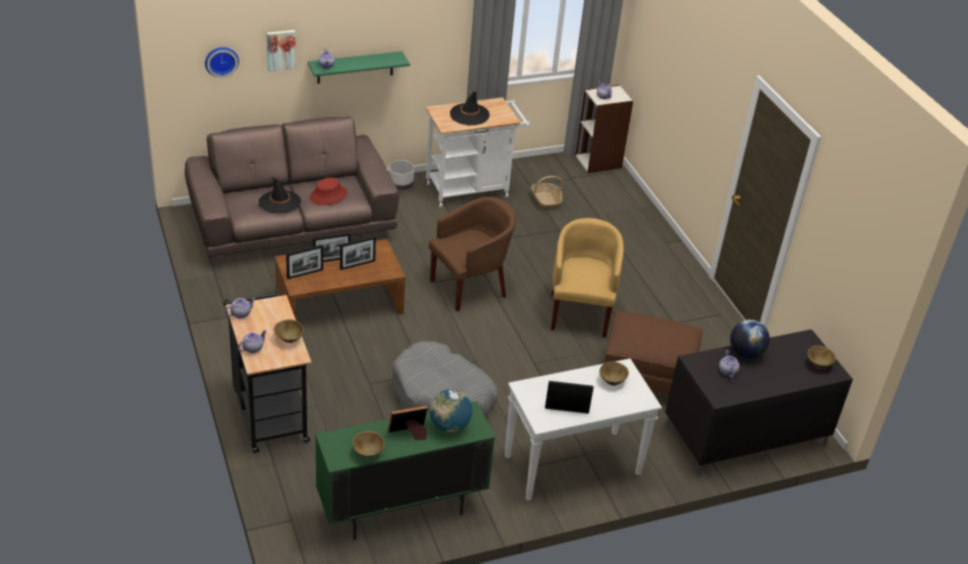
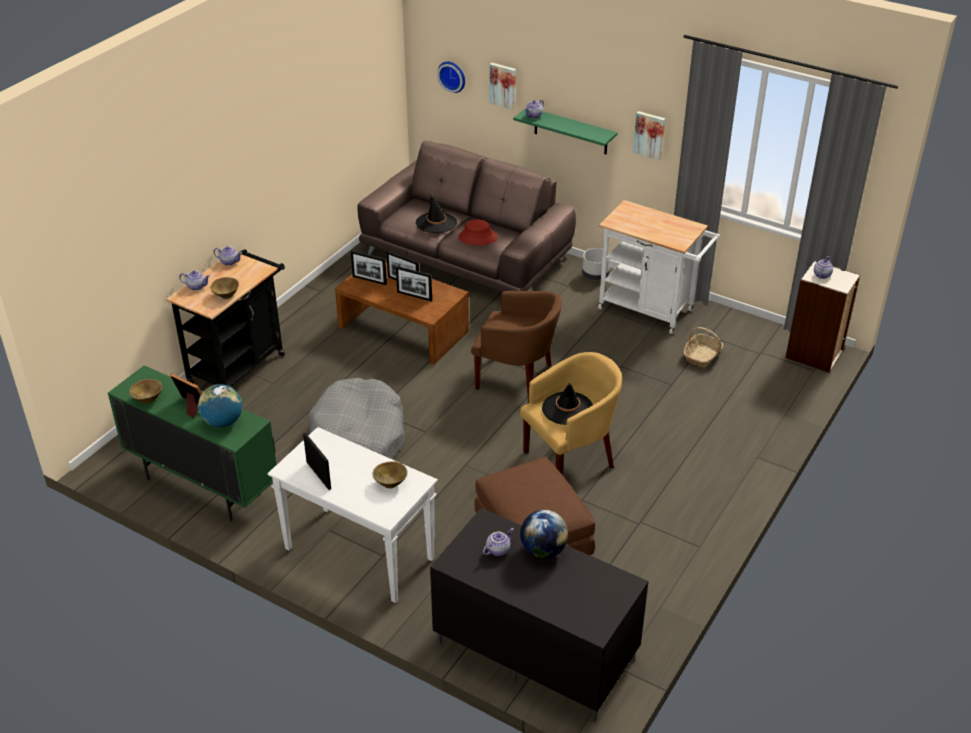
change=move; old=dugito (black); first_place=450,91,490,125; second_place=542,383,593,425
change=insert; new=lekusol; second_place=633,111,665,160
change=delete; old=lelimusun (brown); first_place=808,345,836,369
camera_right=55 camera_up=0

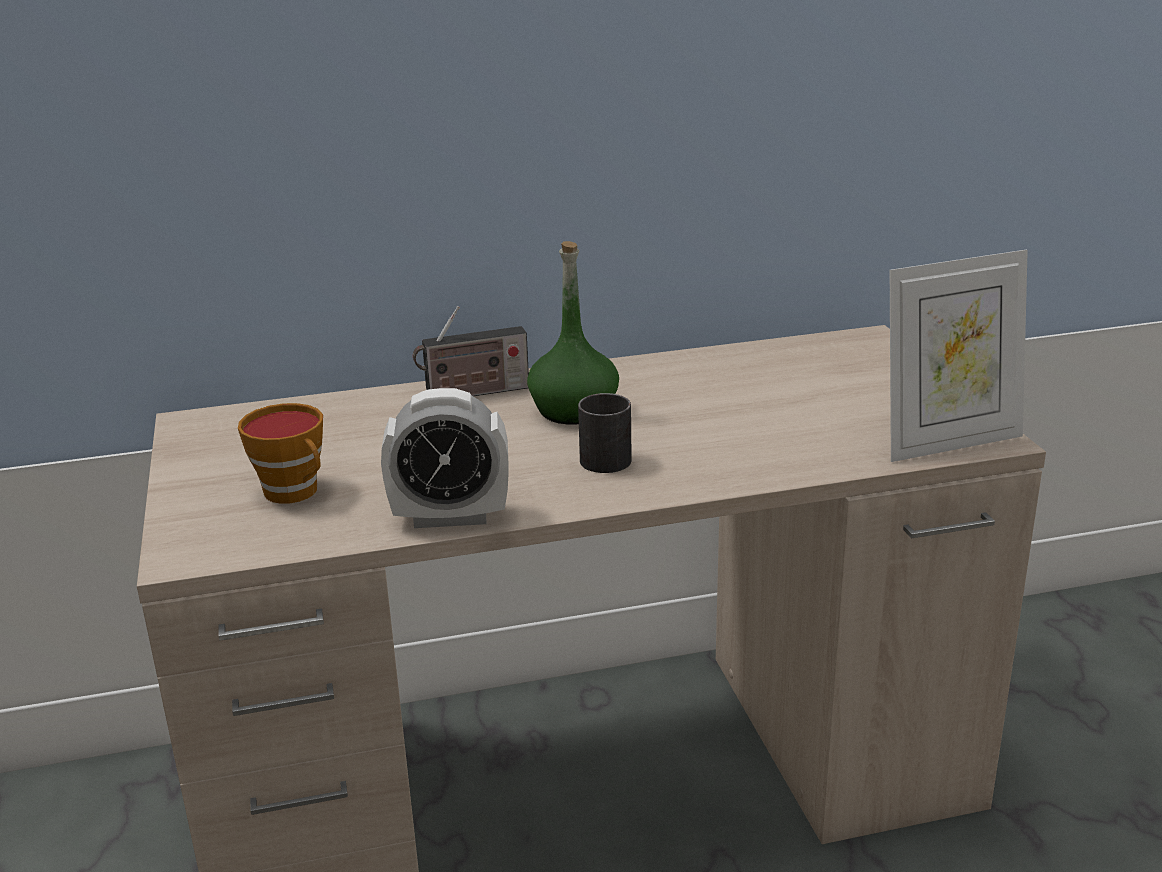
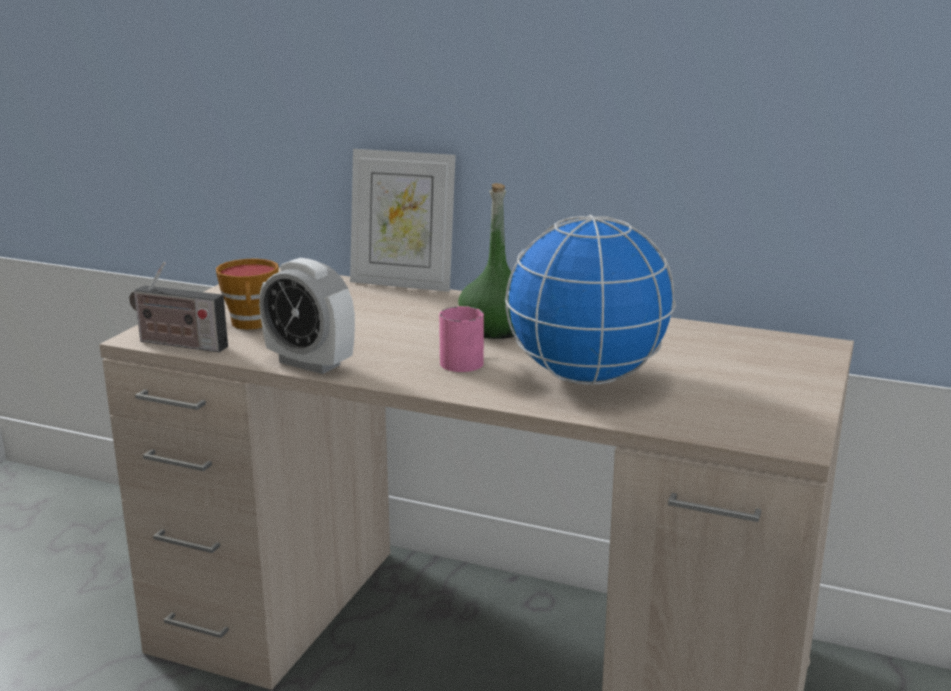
change=move; old=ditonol; first_place=413,306,529,396; second_place=129,262,228,352
change=move; old=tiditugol; first_place=890,250,1028,462; second_place=350,149,456,292
change=recolor; old=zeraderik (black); new=zeraderik (pink); first_place=578,393,632,473; second_place=439,306,484,372
change=insert; new=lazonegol; second_place=505,215,676,385
camera_right=35 camera_up=-5

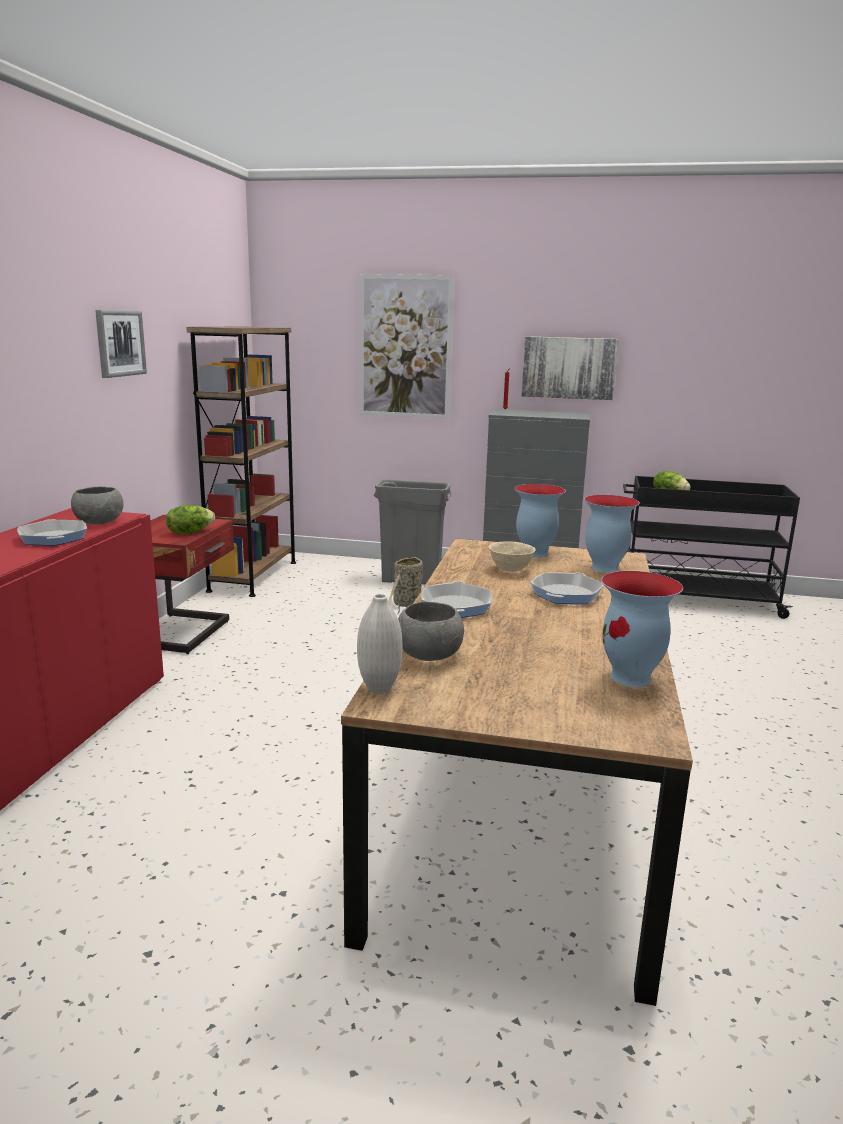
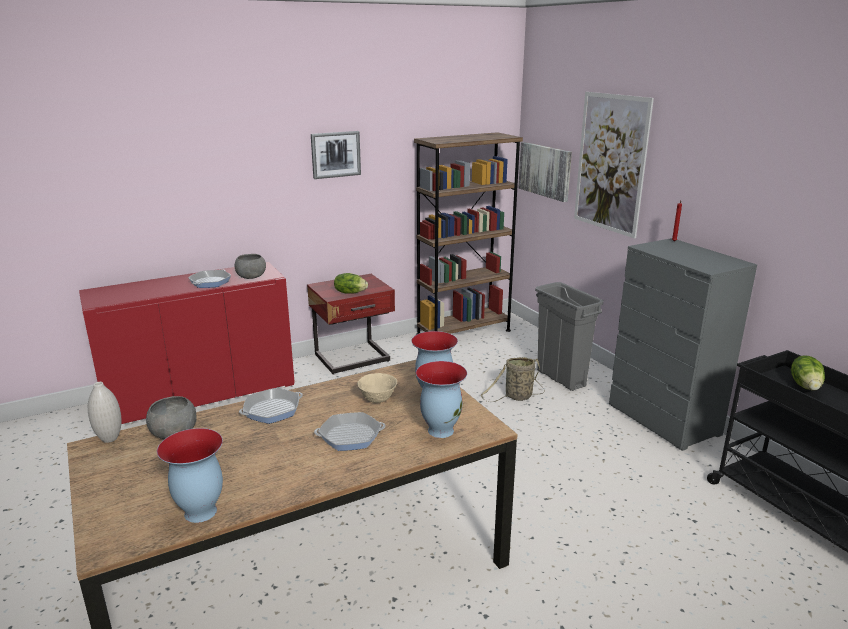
change=move; old=lekusol; first_place=521,336,619,400; second_place=518,142,572,202
camera_right=50 camera_up=5

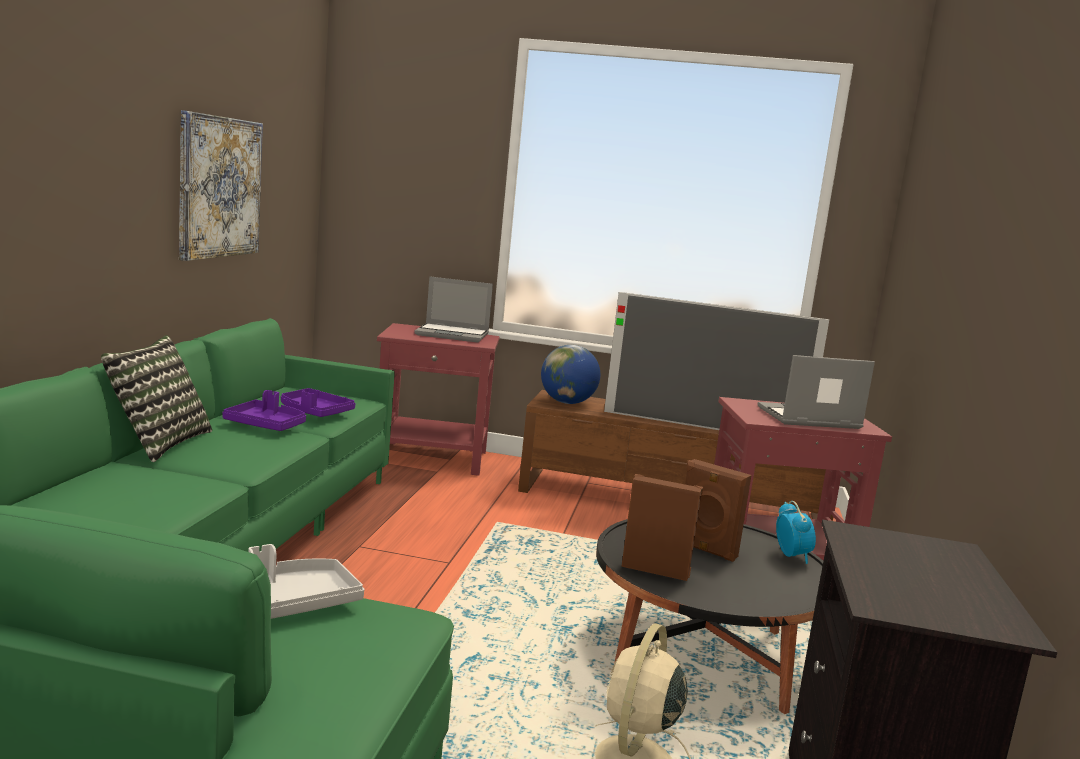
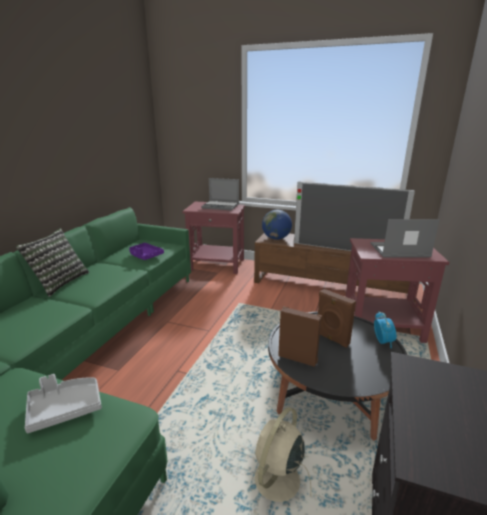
change=delete; old=lekusol; first_place=179,110,263,261
change=delete; old=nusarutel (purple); first_place=222,390,306,431
camera_right=10 camera_up=10

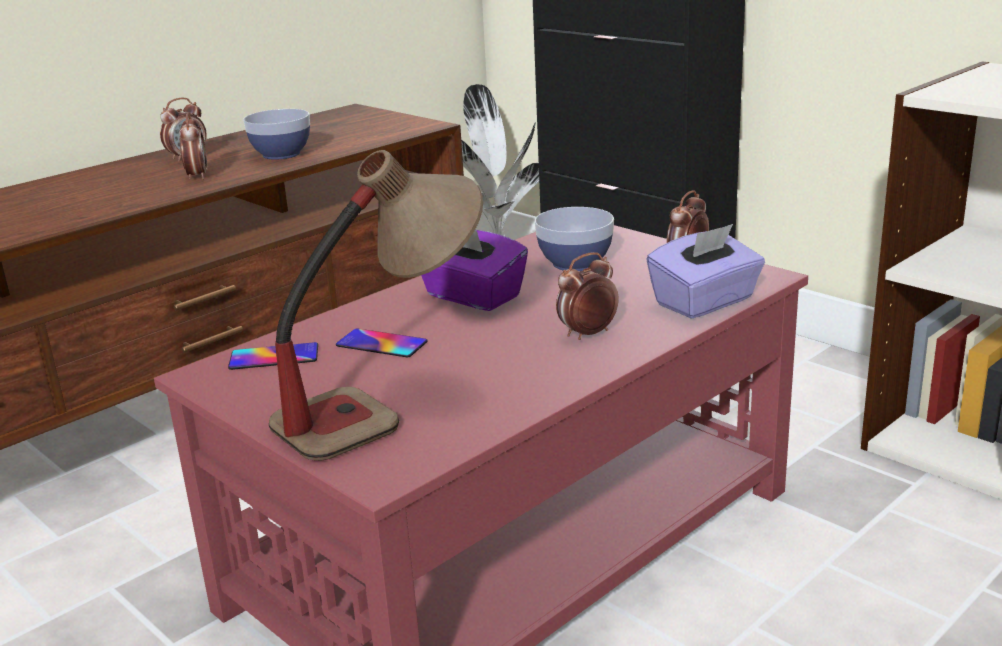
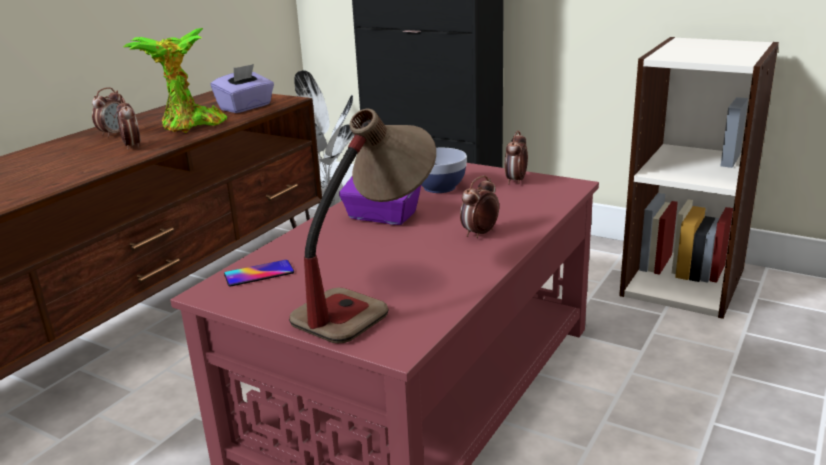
change=replace; old=lelimusun; new=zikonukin; first_place=243,109,310,160; second_place=123,28,227,133
change=move; old=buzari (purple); first_place=646,224,765,319; second_place=210,64,274,113
change=delete; old=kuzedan; first_place=336,328,428,358
camera_right=-15 camera_up=0

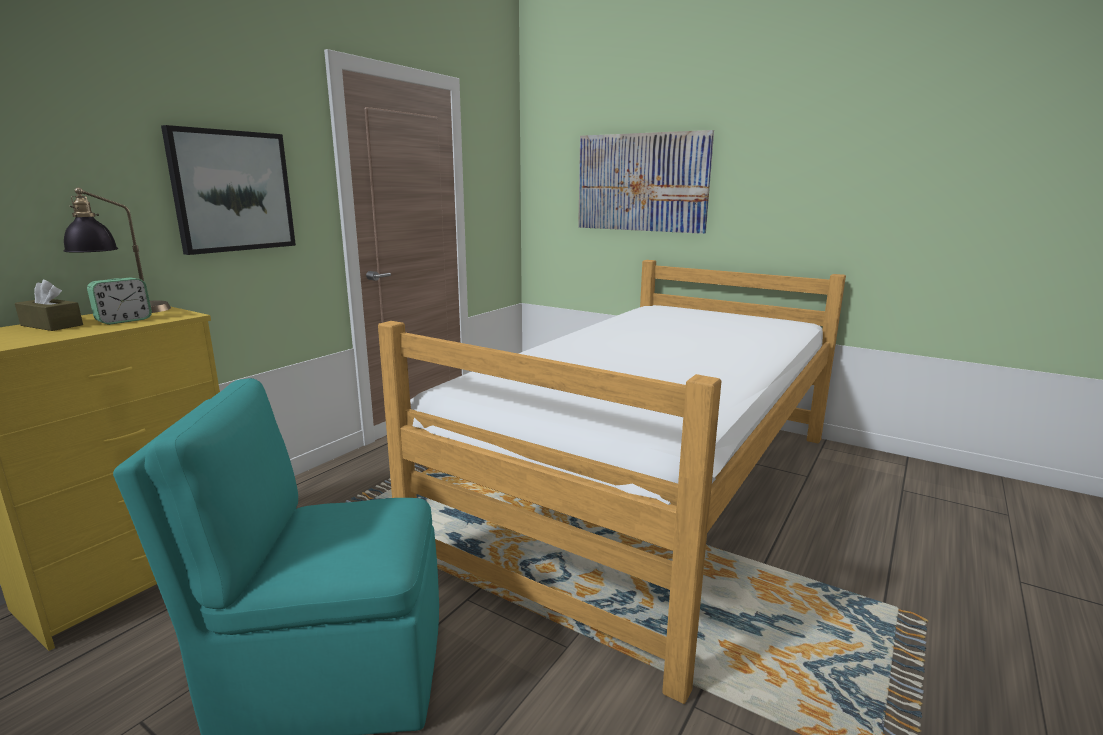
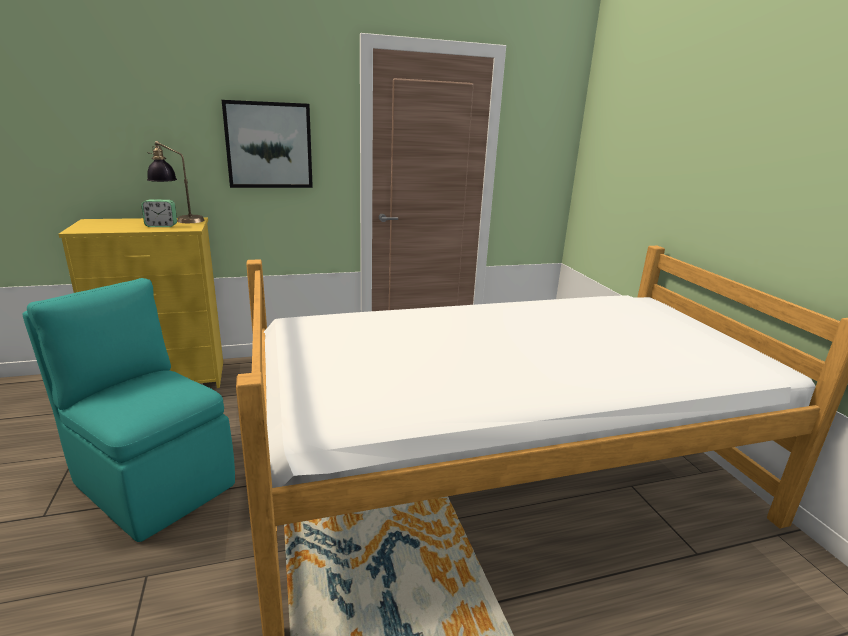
change=delete; old=buzari (brown); first_place=15,280,83,331
change=delete; old=lekusol; first_place=578,130,714,234
camera_right=40 camera_up=5

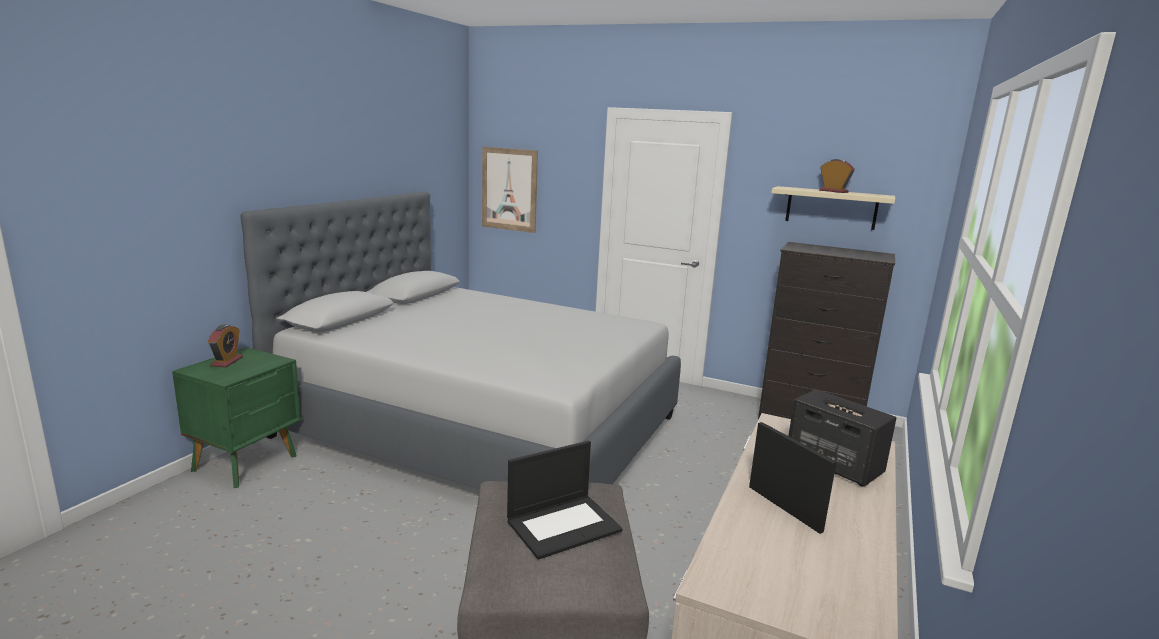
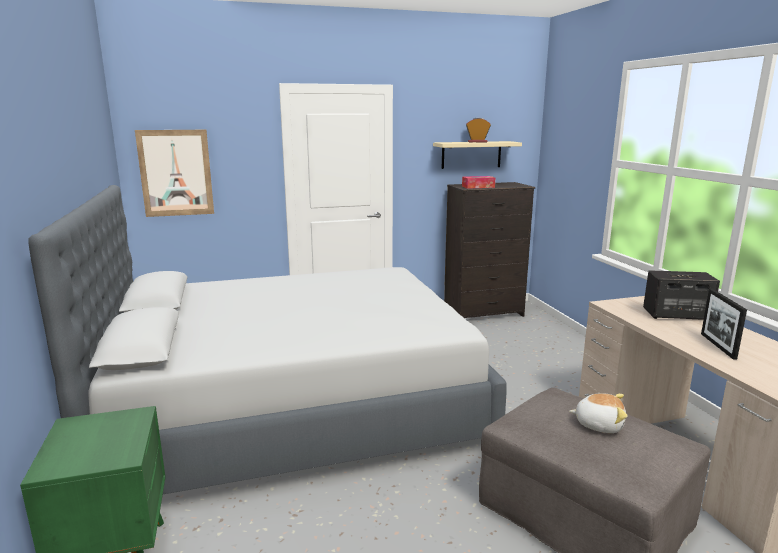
change=insert; new=buzari; second_place=462,176,495,189
change=replace; old=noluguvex; new=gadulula; first_place=507,441,623,560; second_place=569,393,627,433
change=rotate; old=tiditugol; first_place=749,422,836,534; second_place=701,289,747,360; degrees=-105
change=delete; old=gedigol; first_place=208,324,243,367
camera_right=-40 camera_up=0

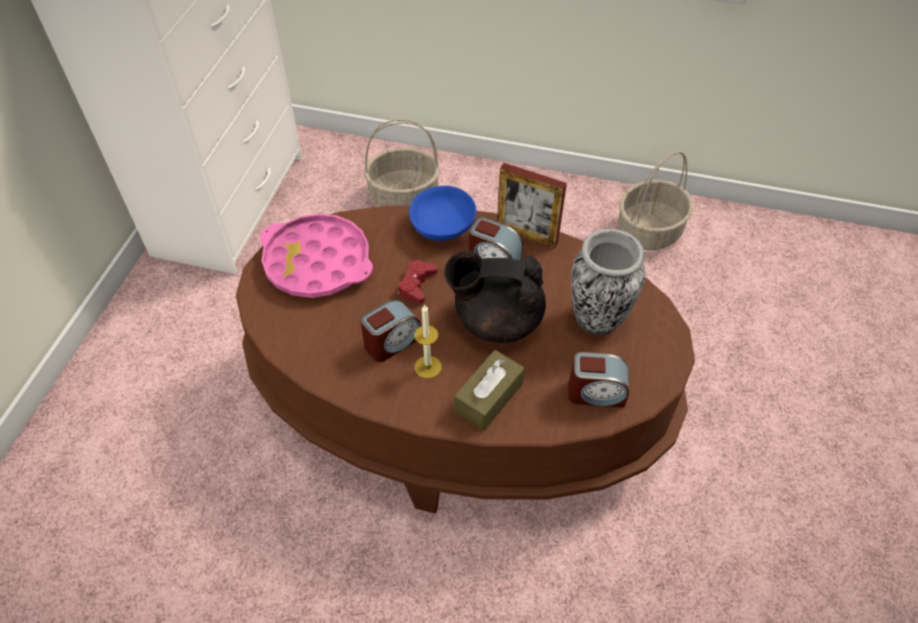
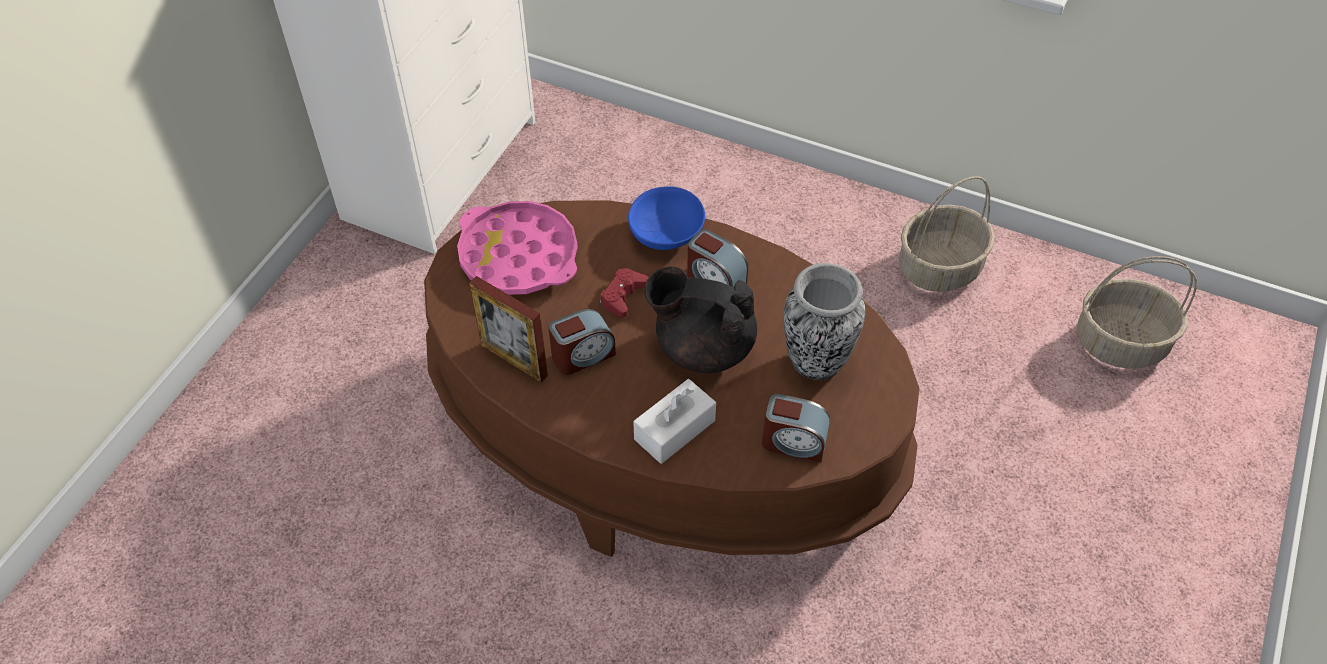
change=move; old=tiditugol; first_place=497,163,567,248; second_place=469,276,548,382
change=recolor; old=buzari (brown); new=buzari (white); first_place=454,350,525,431; second_place=633,379,716,464
change=move; old=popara; first_place=364,119,440,206; second_place=1077,256,1197,369
change=delete; old=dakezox; first_place=414,304,441,378
camera_right=10 camera_up=0

